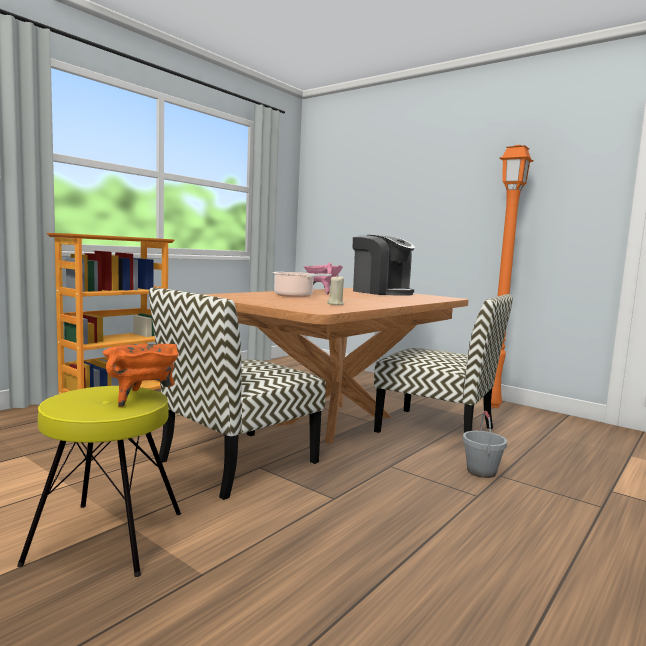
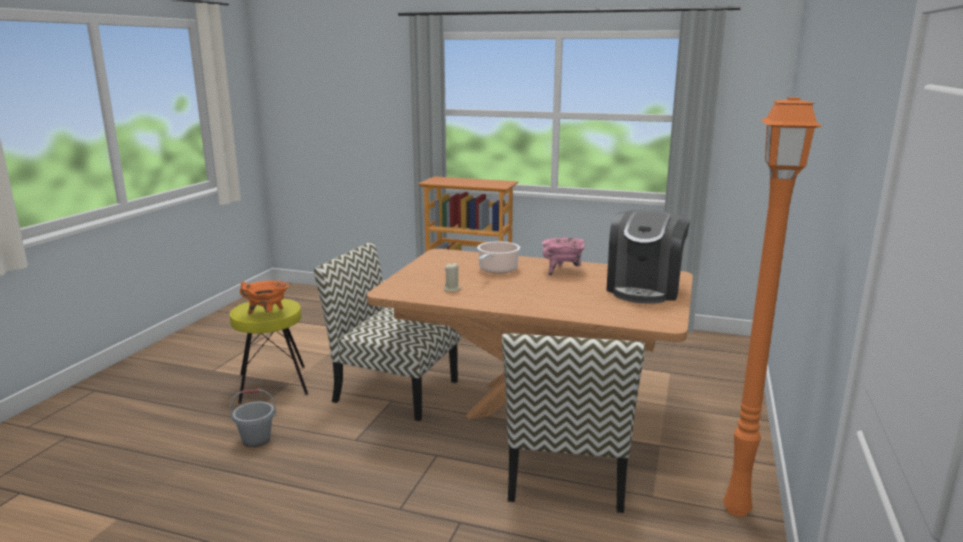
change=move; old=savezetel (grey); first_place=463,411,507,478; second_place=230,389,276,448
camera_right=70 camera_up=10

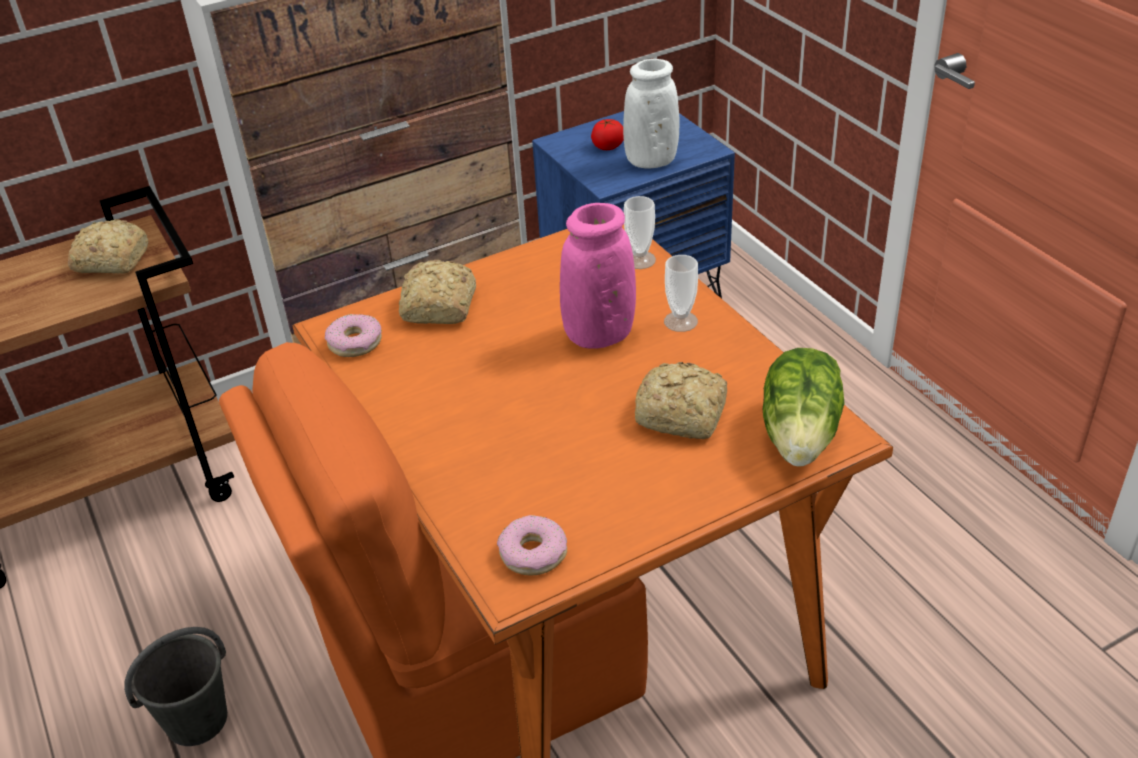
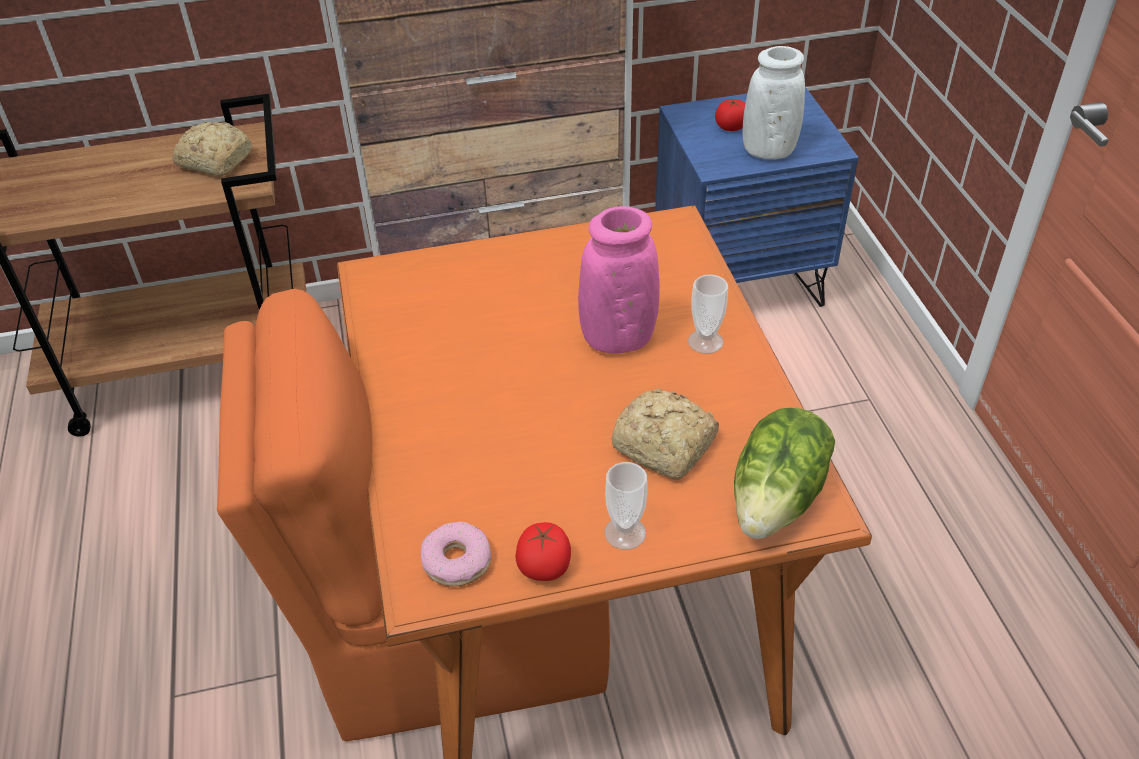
change=insert; new=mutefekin; second_place=516,522,571,581
change=move; old=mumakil; first_place=624,196,656,269; second_place=605,462,647,550
change=delete; old=savezetel (grey); first_place=124,627,227,746
change=delete; old=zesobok; first_place=325,314,382,357
change=delete; old=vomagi; first_place=399,260,476,324
camera_right=15 camera_up=5

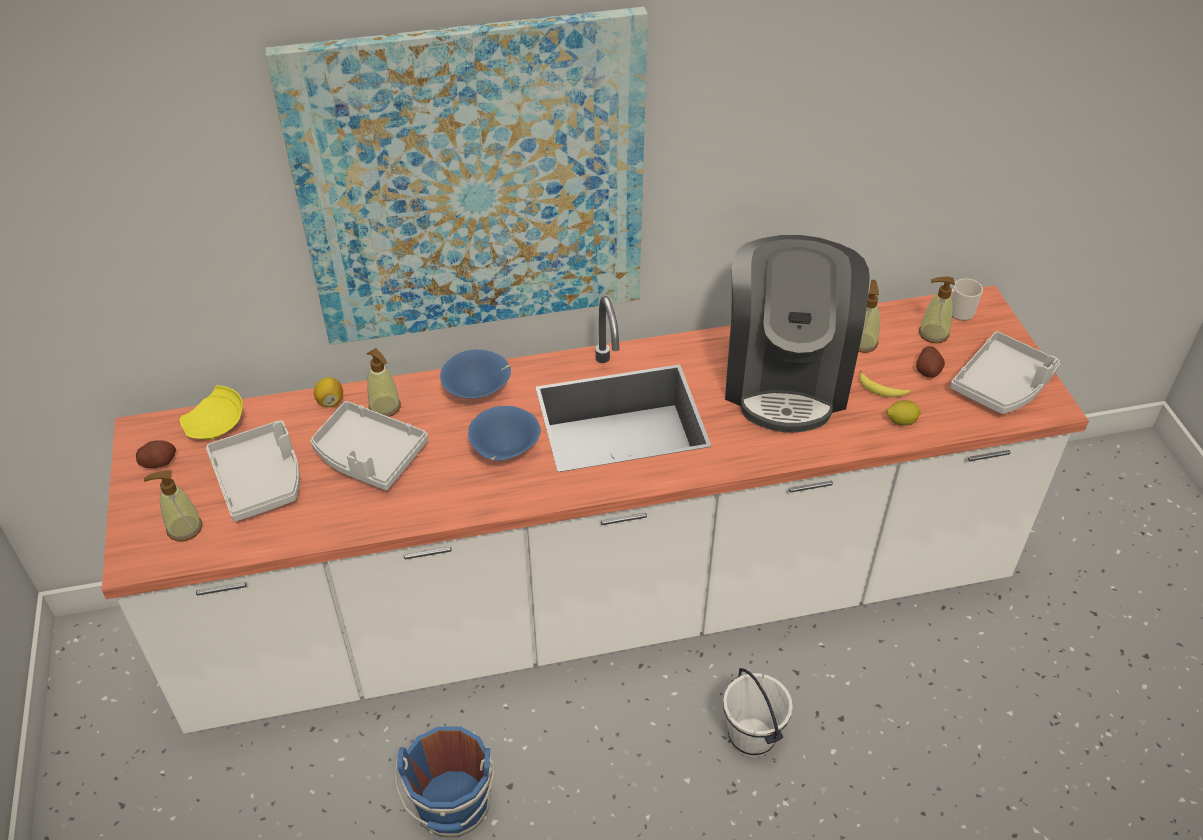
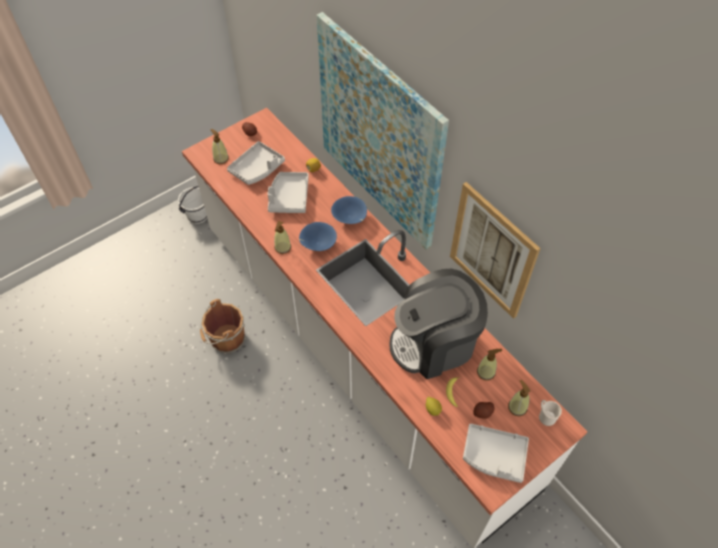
change=move; old=savezetel (white); first_place=723,668,793,757; second_place=178,186,207,224
change=recolor; old=savezetel (blue); new=savezetel (brown); first_place=394,726,495,838; second_place=200,299,246,354
change=move; old=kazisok; first_place=367,348,401,417; second_place=274,221,291,254
change=insert; new=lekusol; second_place=450,182,541,319
change=delete; old=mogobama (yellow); first_place=180,385,243,440
camera_right=65 camera_up=10

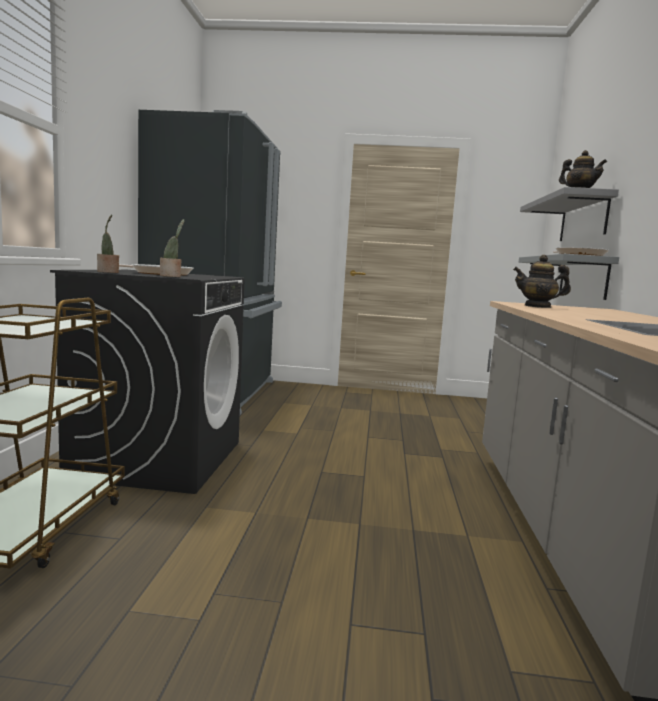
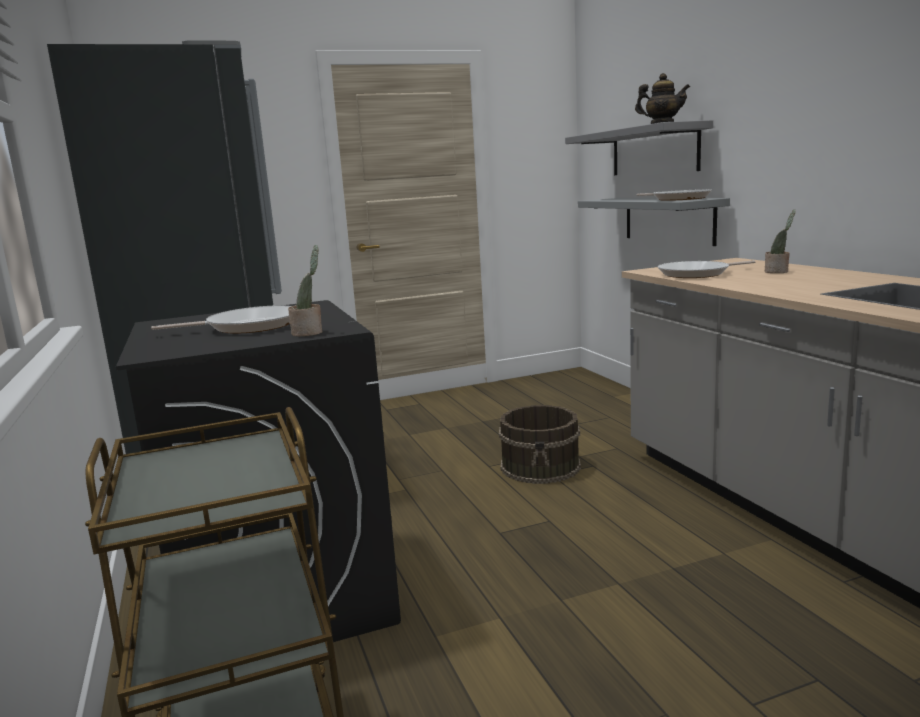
change=insert; new=savezetel (brown); second_place=499,405,581,484
change=replace; old=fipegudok; new=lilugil; first_place=513,255,571,308; second_place=658,260,756,278
change=move; old=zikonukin; first_place=97,214,119,273; second_place=765,209,796,273
camera_right=-25 camera_up=5

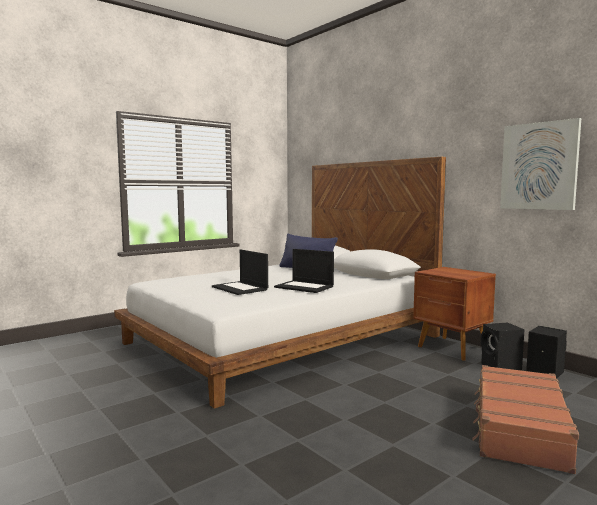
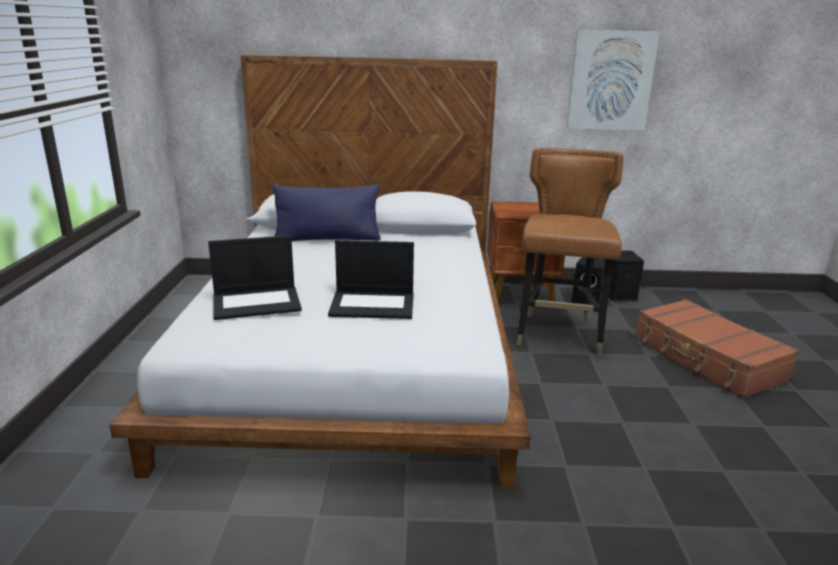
change=move; old=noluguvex; first_place=274,249,334,293; second_place=208,235,302,320
change=insert; new=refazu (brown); second_place=517,148,624,355
camera_right=-50 camera_up=15

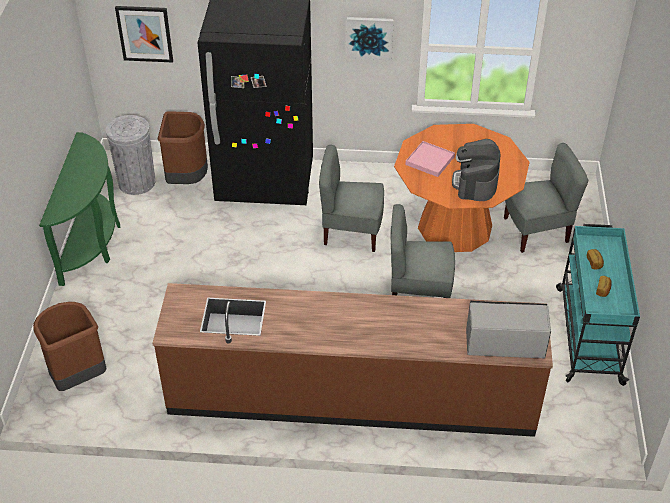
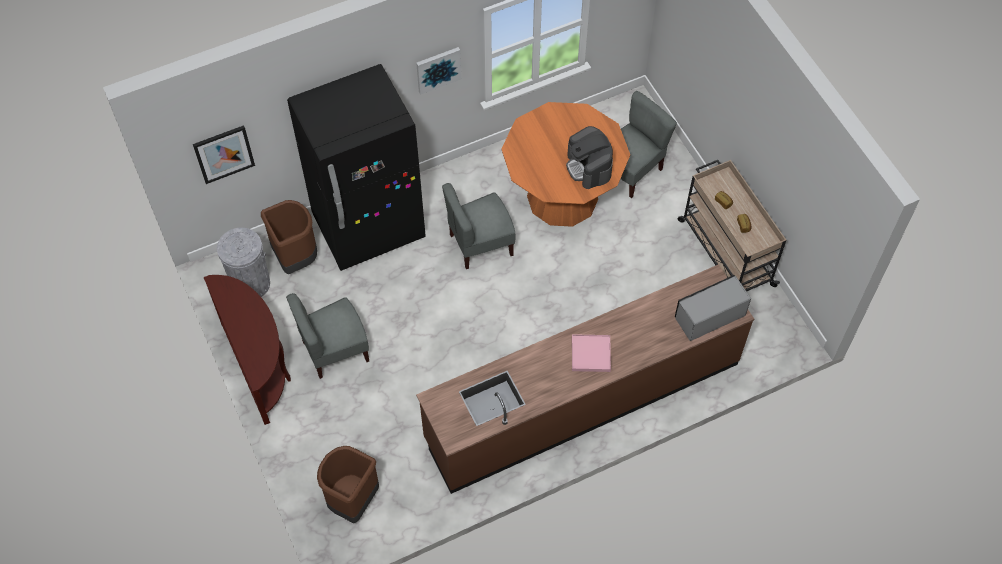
change=recolor; old=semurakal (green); new=semurakal (brown); first_place=39,132,120,286; second_place=204,275,291,425
change=move; old=refazu (grey); first_place=391,204,455,298; second_place=286,293,369,379
change=move; old=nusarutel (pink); first_place=405,141,455,177; second_place=572,334,611,372
change=recolor; old=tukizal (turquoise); new=tukizal (beige); first_place=556,224,640,386; second_place=678,160,786,291
camera_right=-30 camera_up=15

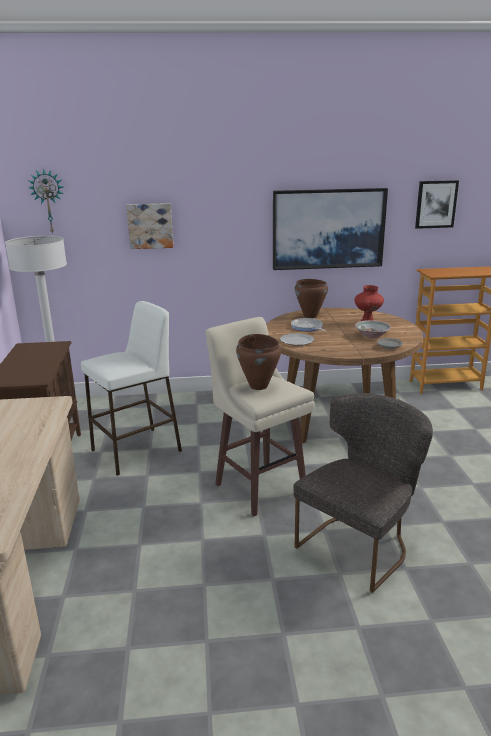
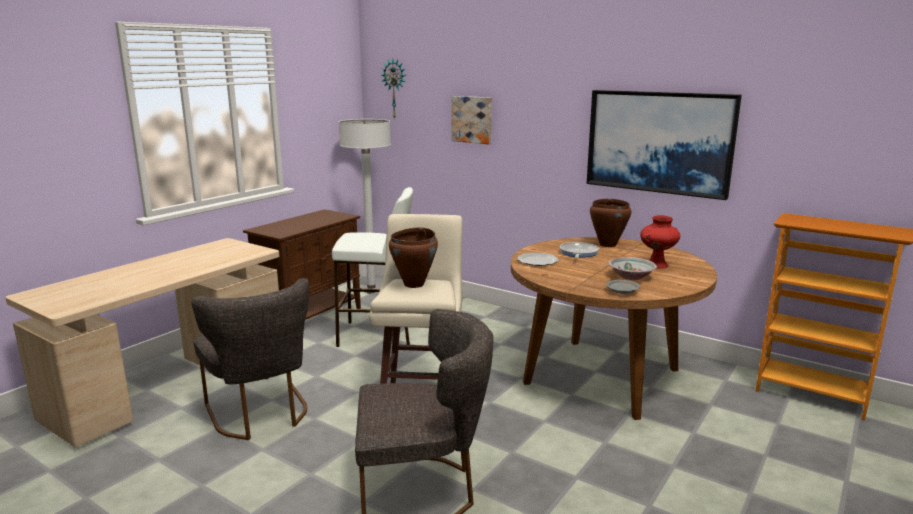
change=insert; new=refazu (grey); second_place=191,278,309,440
change=delete; old=lekusol; first_place=415,180,459,229
camera_right=40 camera_up=-5

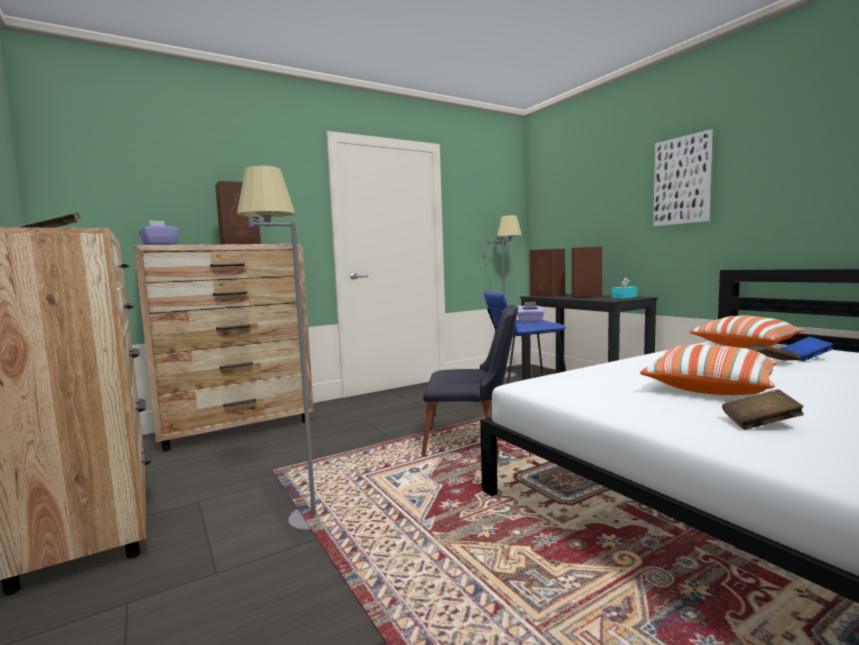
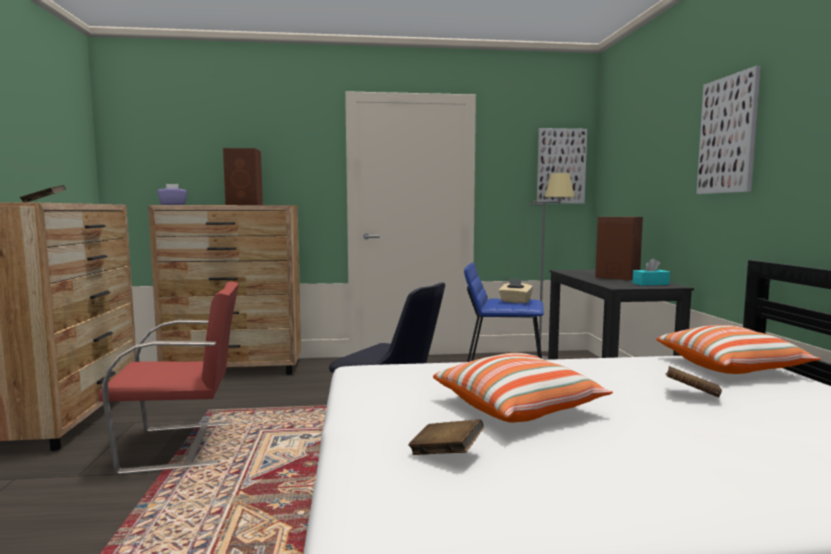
change=replace; old=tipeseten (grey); new=refazu (red); first_place=237,166,316,531; second_place=99,281,239,475
change=recolor; old=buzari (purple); new=buzari (beige); first_place=517,302,544,322; second_place=499,279,533,303
change=insert; new=lekusol; second_place=537,128,587,203
change=delete; old=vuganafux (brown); first_place=529,249,565,297
change=delete; old=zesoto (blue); first_place=781,337,833,361
camera_right=25 camera_up=0

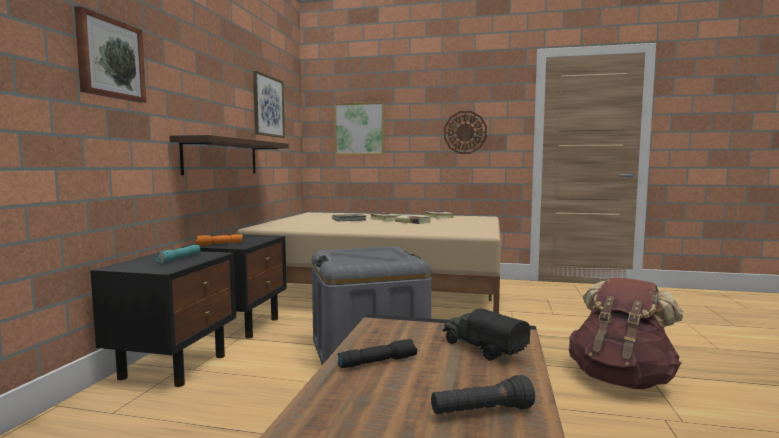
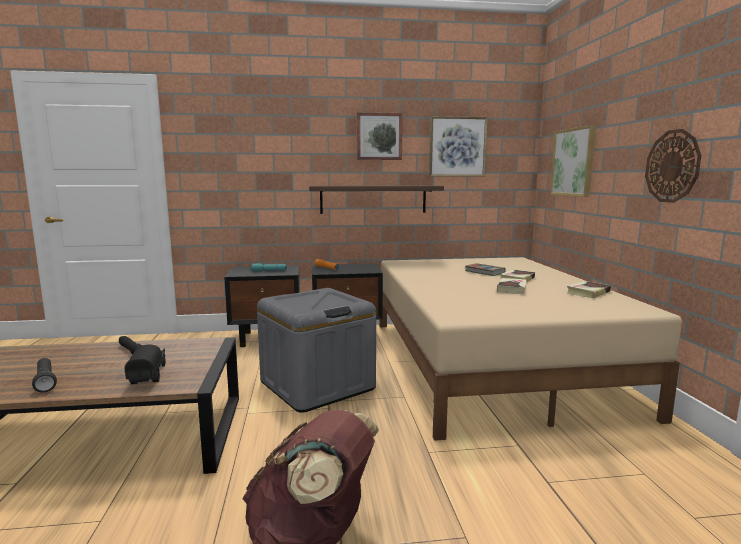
change=rotate; old=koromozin; first_place=443,308,531,361; second_place=125,345,165,384; degrees=-45
change=move; old=lekusol; first_place=74,6,146,103; second_place=357,112,403,160
camera_right=70 camera_up=5

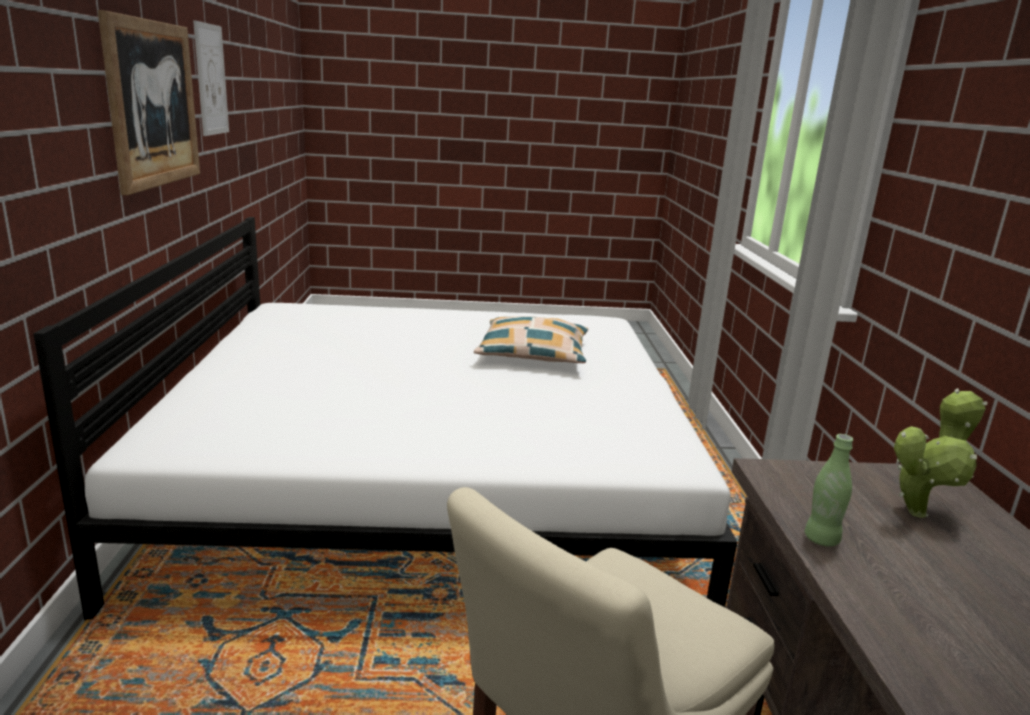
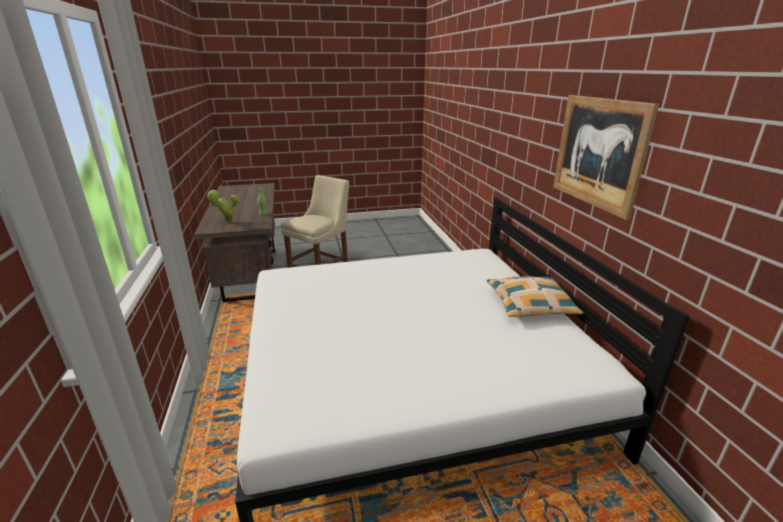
change=move; old=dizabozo; first_place=474,316,588,363; second_place=486,276,583,317
change=delete; old=lekusol; first_place=193,20,229,136
camera_right=170 camera_up=5

